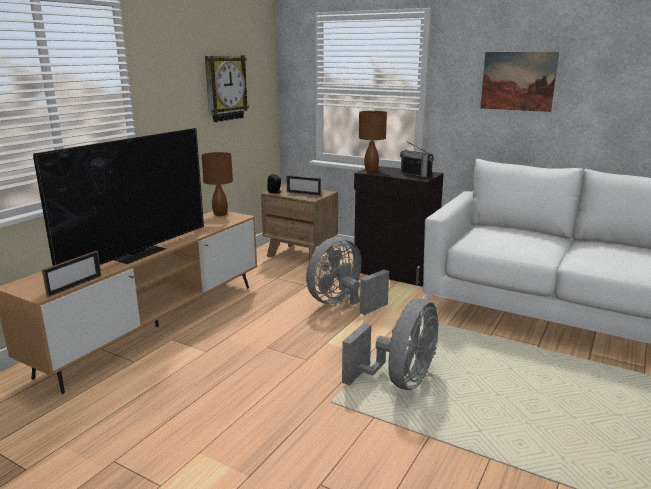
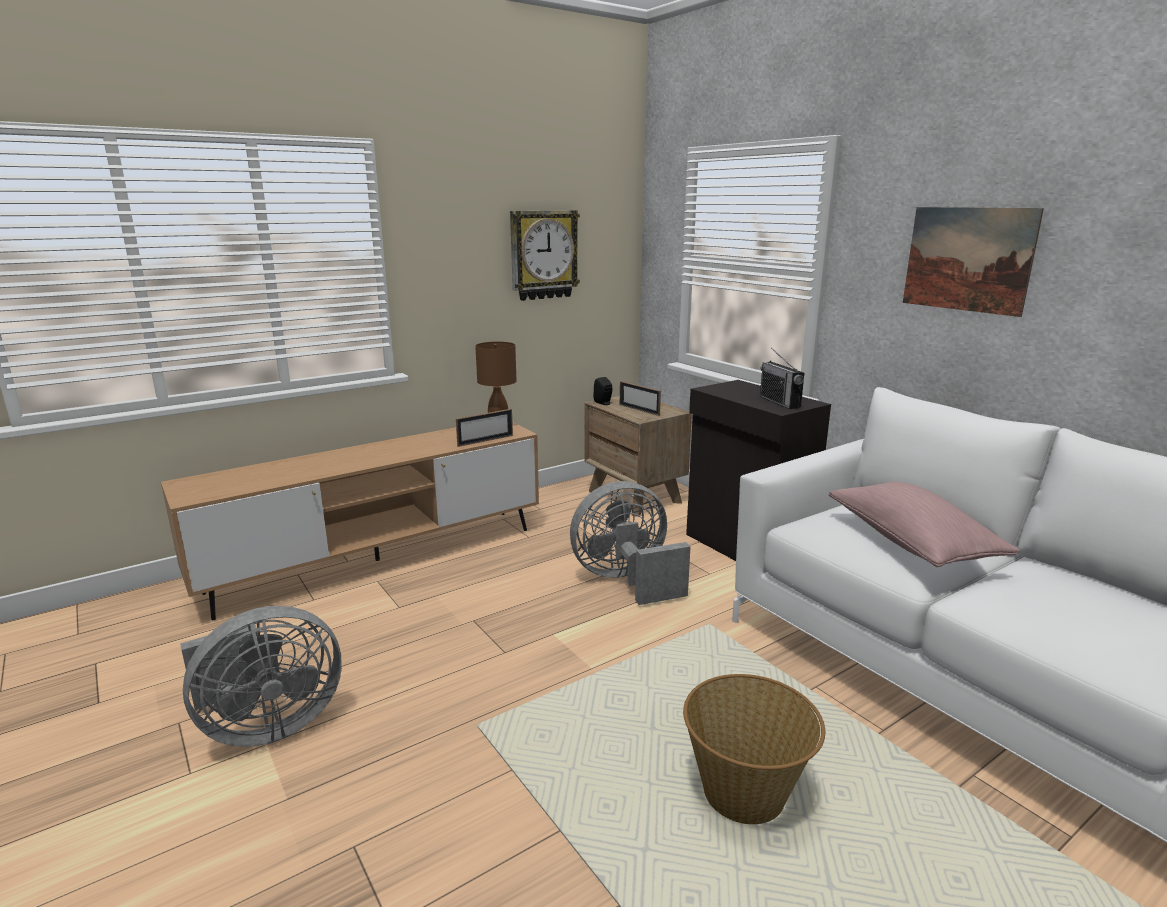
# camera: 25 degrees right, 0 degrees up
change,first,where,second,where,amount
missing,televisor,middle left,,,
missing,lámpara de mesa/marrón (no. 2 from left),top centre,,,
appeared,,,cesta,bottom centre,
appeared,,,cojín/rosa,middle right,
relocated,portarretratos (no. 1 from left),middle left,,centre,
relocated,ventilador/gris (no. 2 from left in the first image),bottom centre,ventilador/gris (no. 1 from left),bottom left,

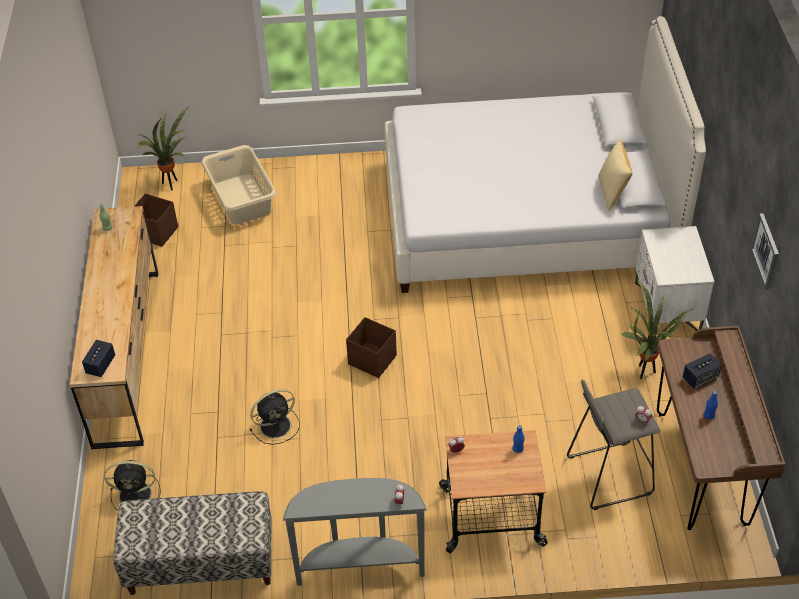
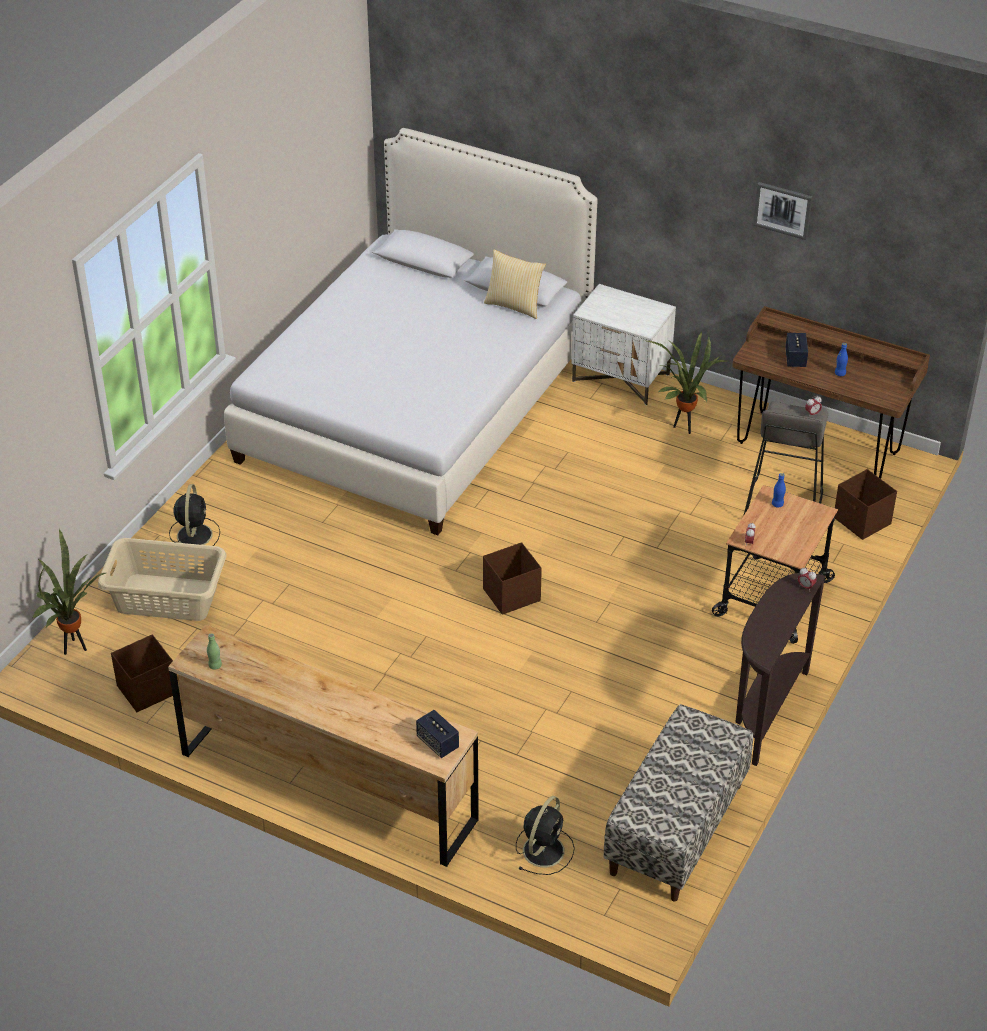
# camera: 60 degrees left, 5 degrees down
change,first,where,second,where,amount
appeared,,,caja de almacenaje/marrón (no. 3 from left),middle right,
relocated,ventilador/negro (no. 2 from left in the first image),bottom centre,ventilador/negro (no. 1 from left),middle left,
colour,mesa consola/gris,bottom centre,mesa consola/marrón,middle right,

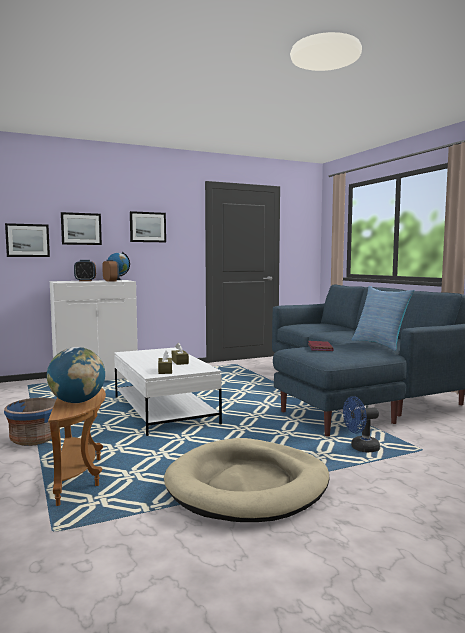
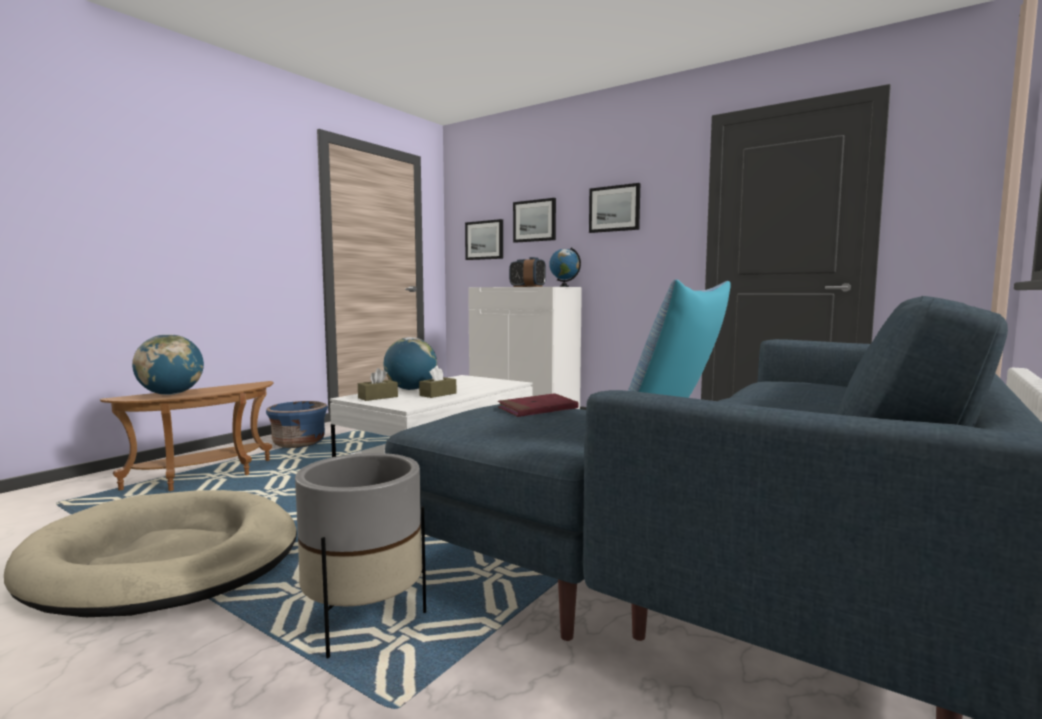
# camera: 60 degrees right, 0 degrees up
change,first,where,second,where,amount
appeared,,,globo terráqueo (no. 2 from left),centre,
exchanged,ventilador/azul,bottom right,maceta/gris,bottom centre,

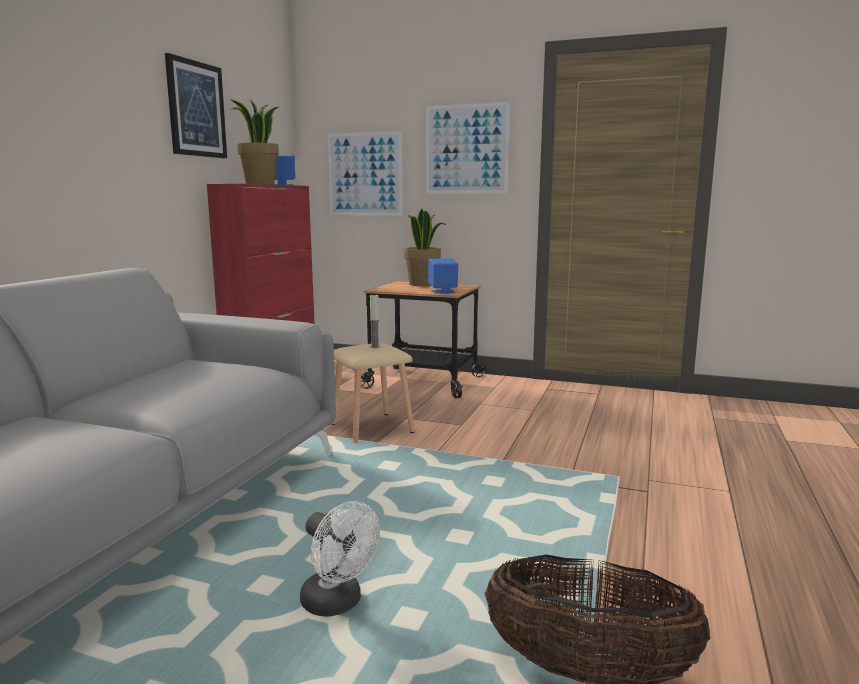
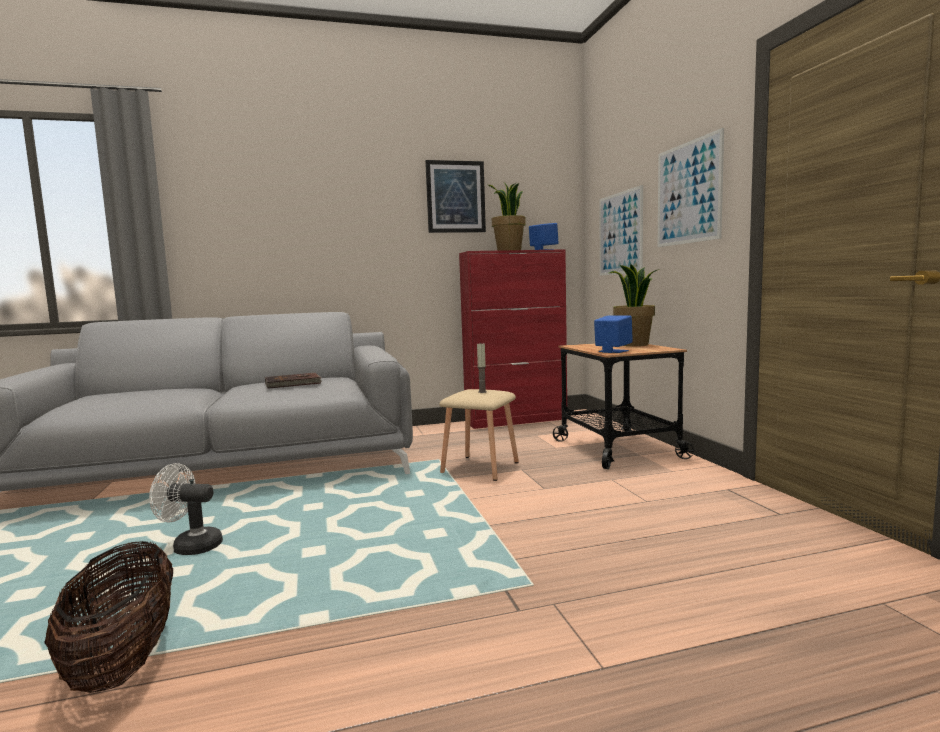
# camera: 55 degrees right, 5 degrees down
change,first,where,second,where,amount
appeared,,,libro/marrón,middle left,
spun,ventilador/blanco,bottom centre,,bottom left,90 degrees clockwise

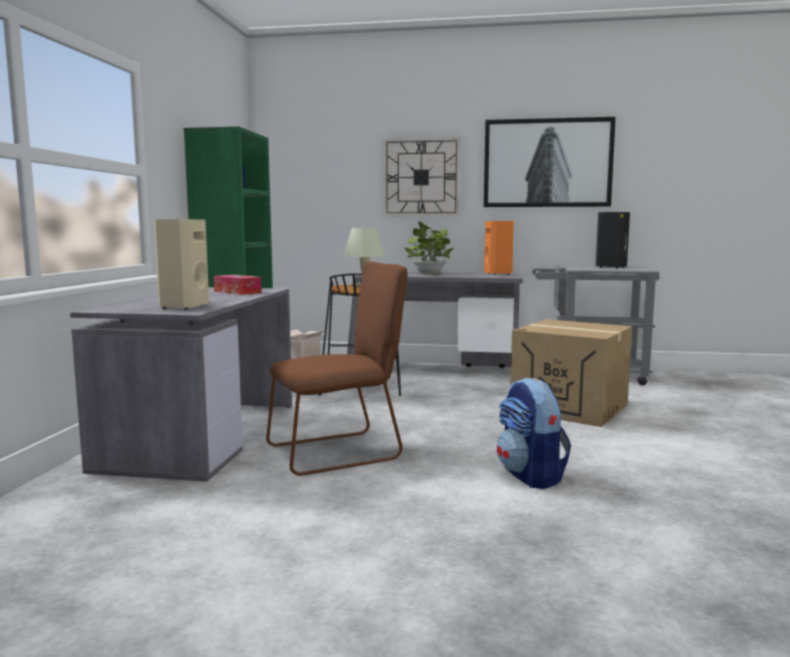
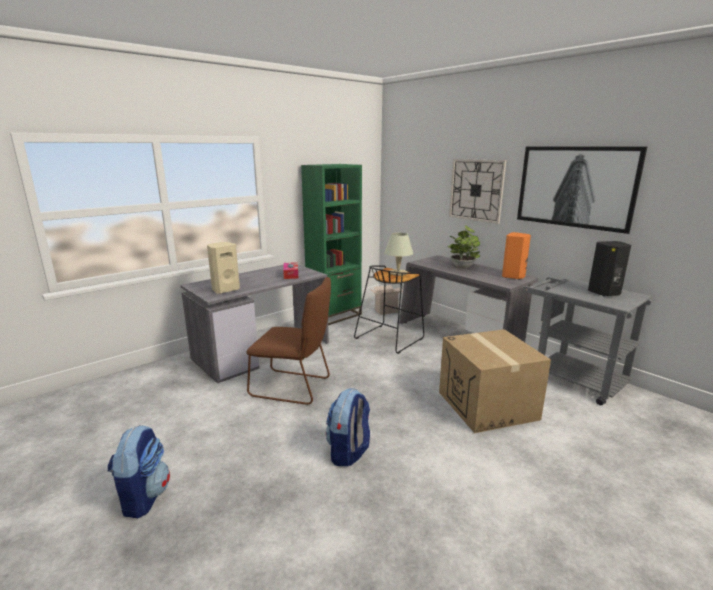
# camera: 40 degrees right, 10 degrees up
change,first,where,second,where,amount
appeared,,,mochila (no. 1 from left),bottom left,

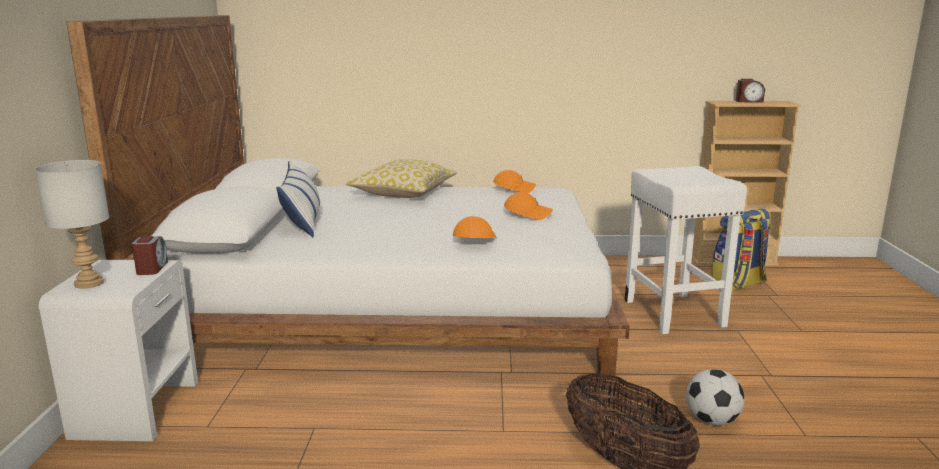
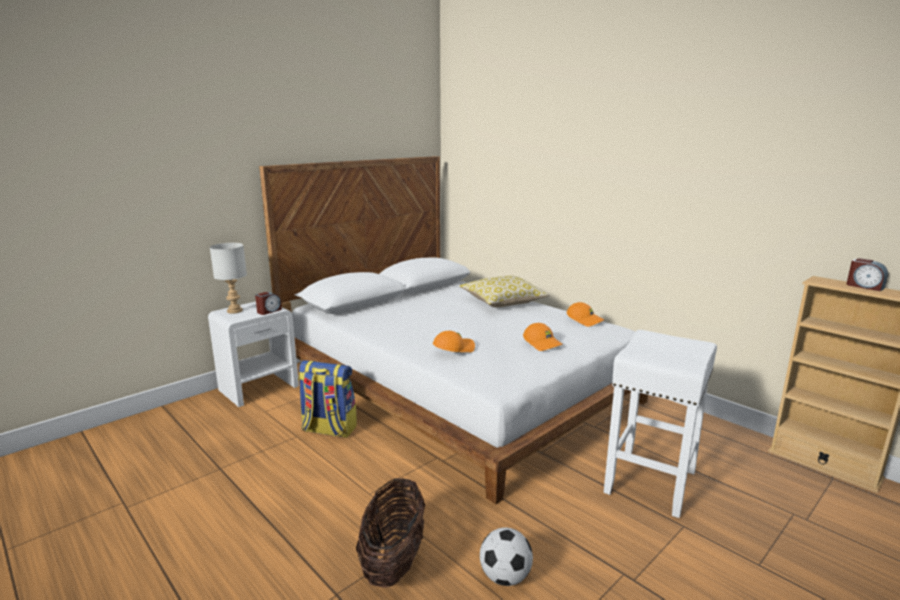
# camera: 45 degrees right, 0 degrees up
change,first,where,second,where,amount
missing,cojín (no. 1 from left),middle left,,,
relocated,mochila,middle right,,centre,

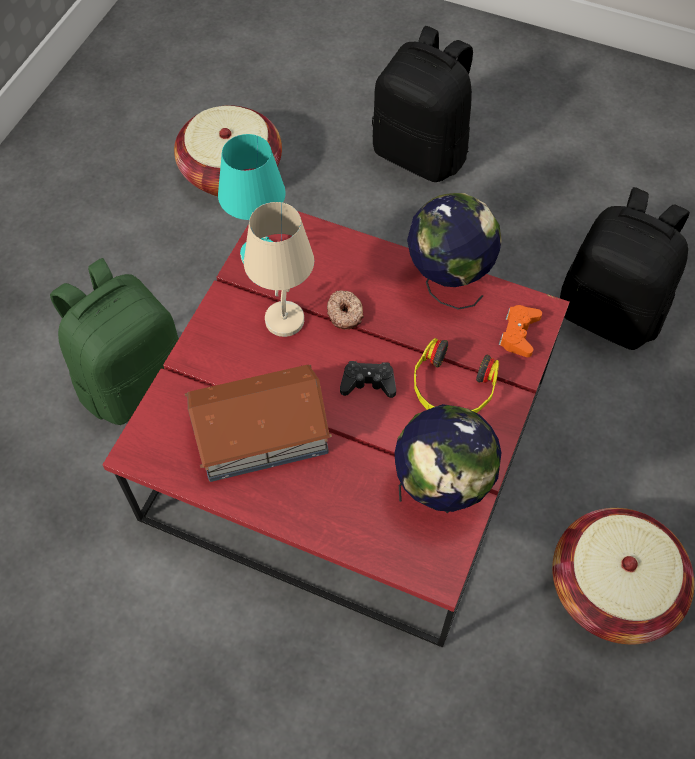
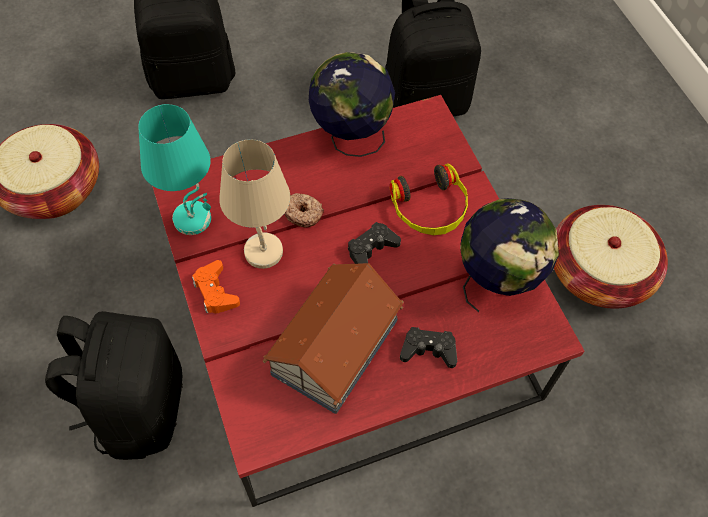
# camera: 45 degrees left, 0 degrees up
change,first,where,second,where,amount
appeared,,,mando de consola/negro (no. 2 from left),bottom centre,
relocated,mando de consola/naranja,middle right,,middle left,
colour,mochila/verde,middle left,mochila/negro (no. 1 from left),bottom left,

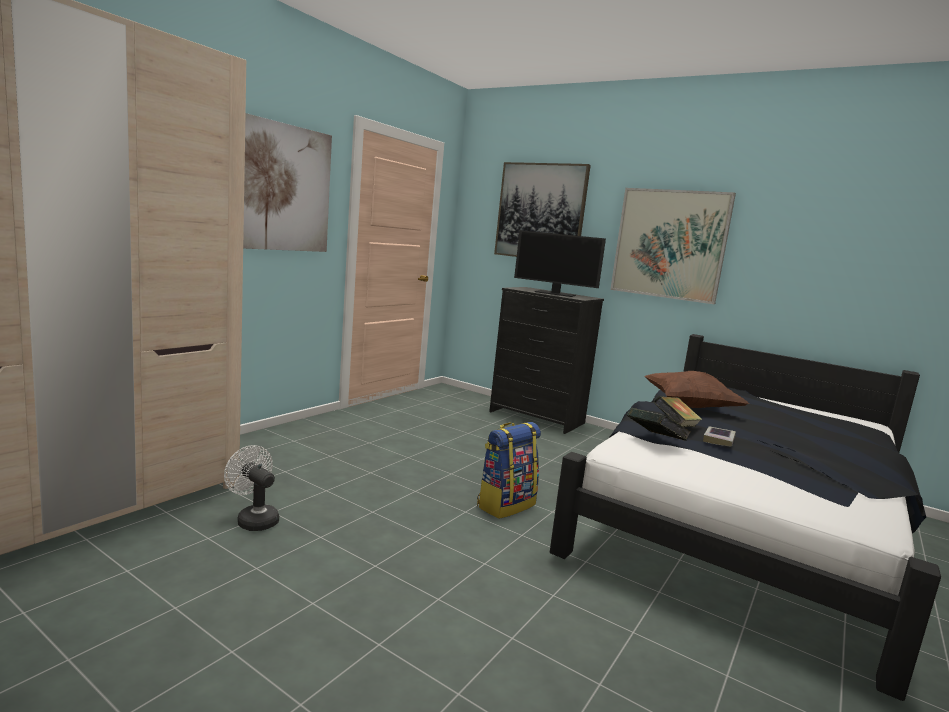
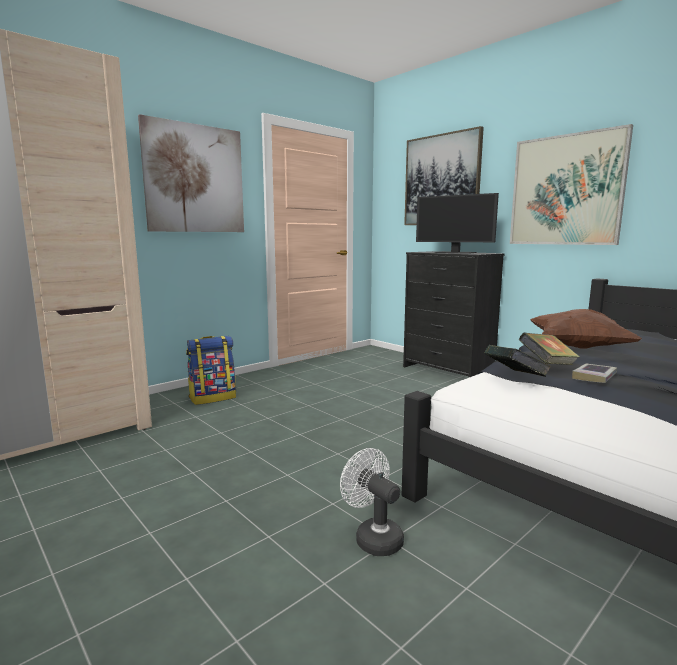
# camera: 15 degrees right, 0 degrees up
change,first,where,second,where,amount
relocated,ventilador/blanco,bottom left,,bottom centre,
relocated,mochila,centre,,middle left,

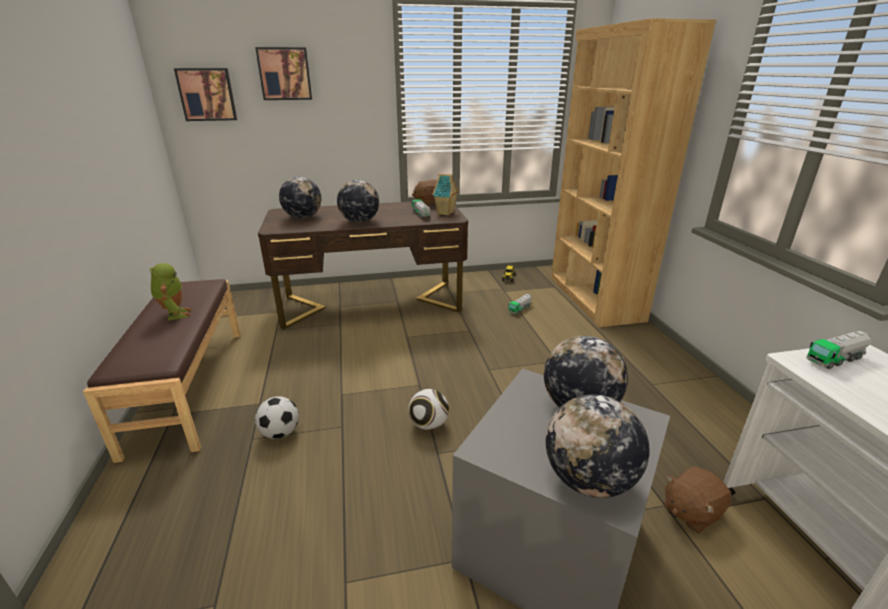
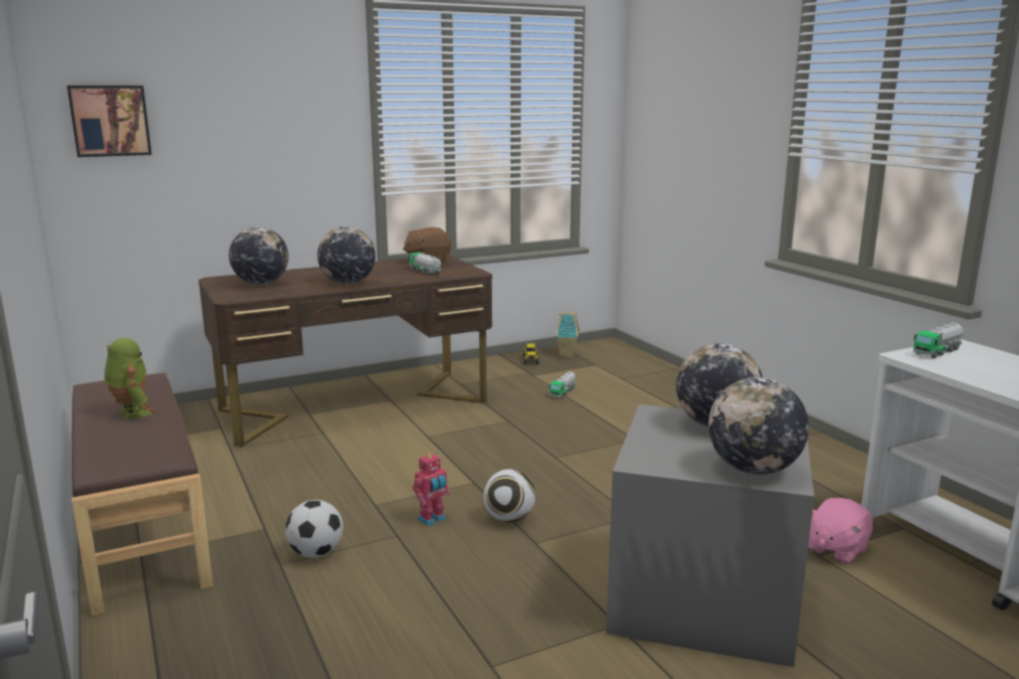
# camera: 15 degrees left, 10 degrees down
change,first,where,second,where,amount
missing,cuadro (no. 2 from left),top left,,,
missing,estantería/marrón,top right,,,
appeared,,,robot de juguete (no. 2 from left),bottom centre,
relocated,casita,top centre,,centre,
colour,peluche/marrón (no. 2 from left),bottom right,peluche/rosa,bottom right,

